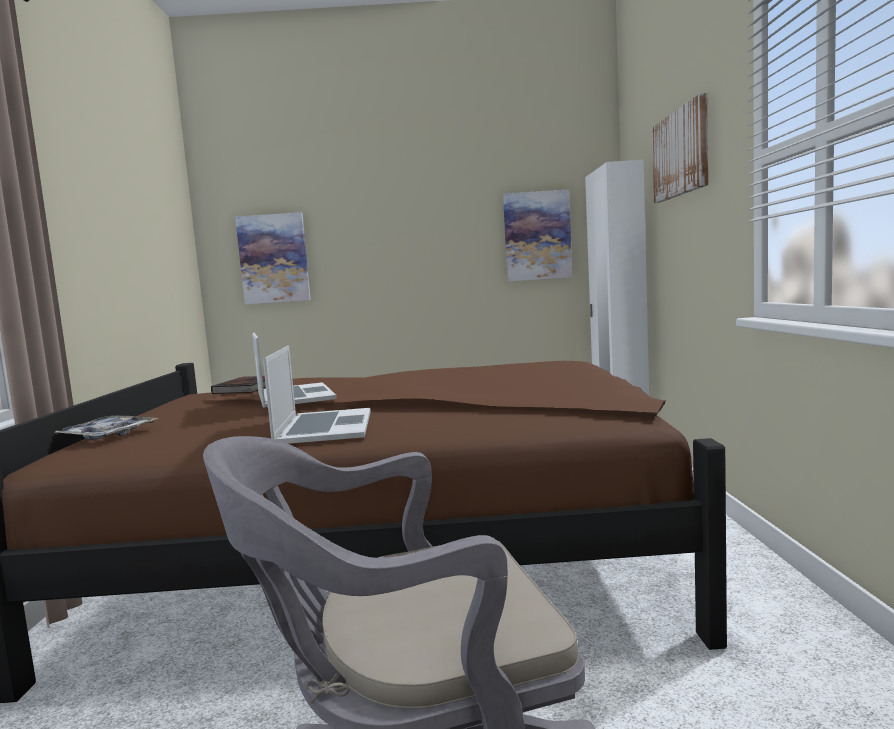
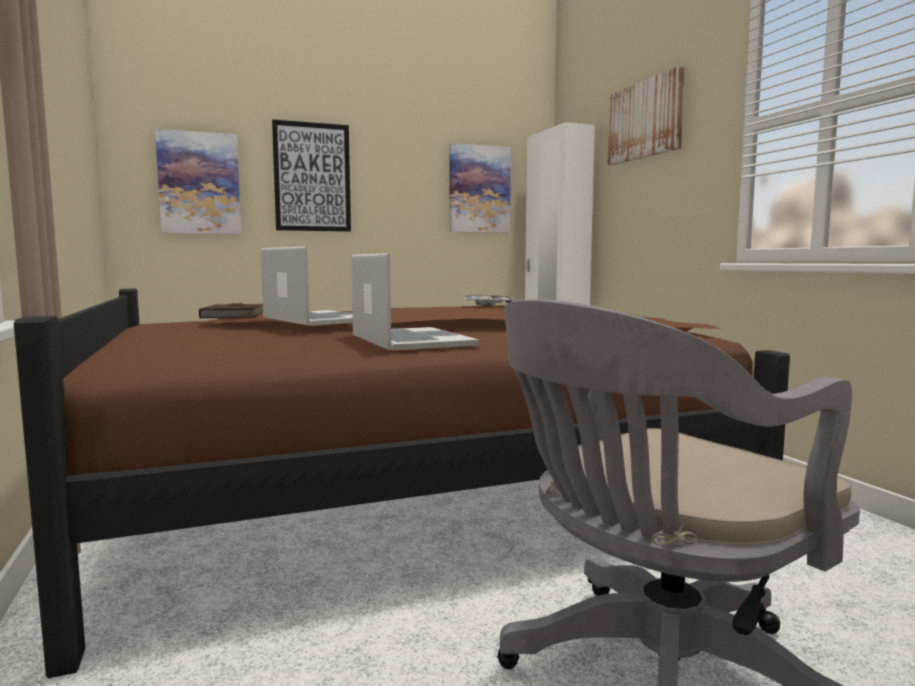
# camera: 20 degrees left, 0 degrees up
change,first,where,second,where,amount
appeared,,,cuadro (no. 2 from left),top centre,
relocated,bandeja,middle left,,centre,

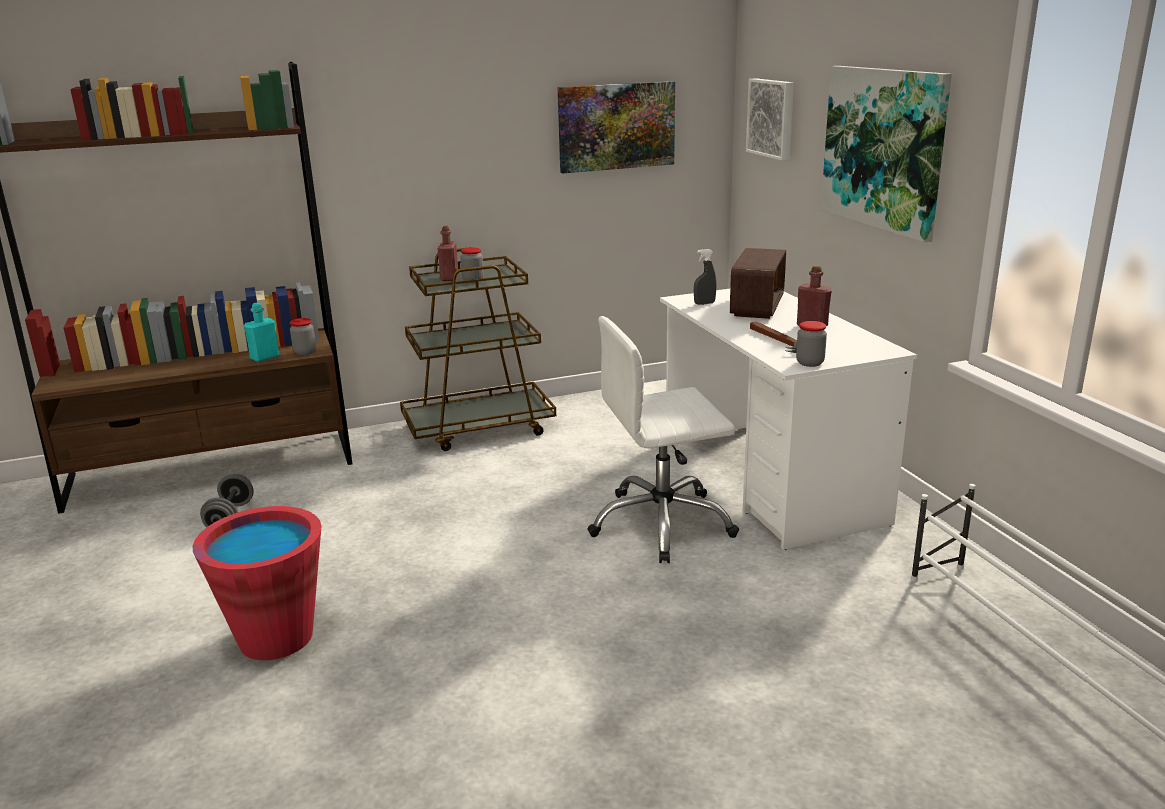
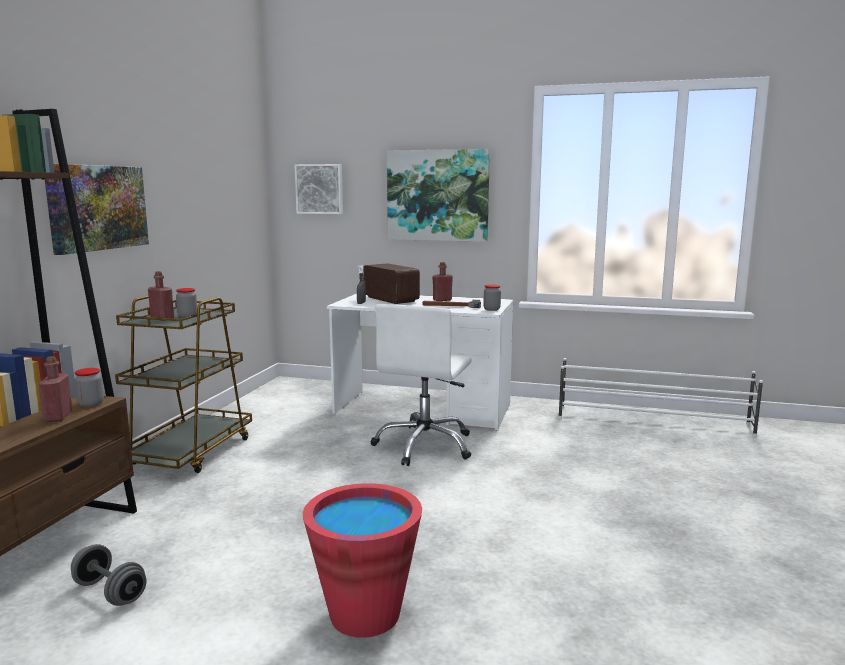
# camera: 55 degrees left, 10 degrees down
change,first,where,second,where,amount
relocated,cuadro (no. 1 from left),top centre,,top left,
colour,botella/turquesa,middle left,botella/rojo (no. 1 from left),middle left,

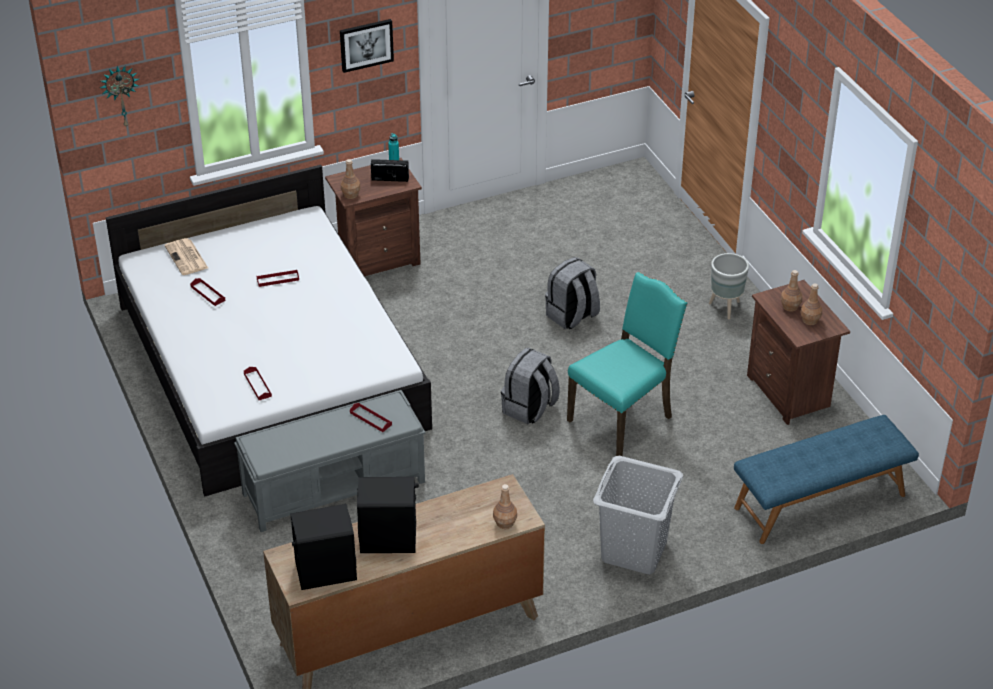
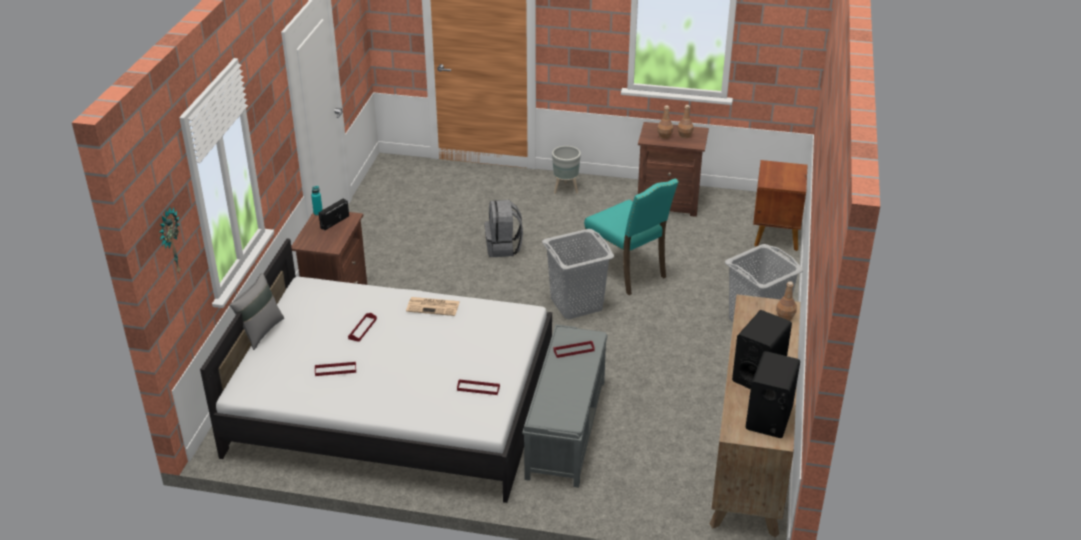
# camera: 55 degrees left, 5 degrees down
change,first,where,second,where,amount
missing,cuadro,top centre,,,
missing,botella/marrón (no. 1 from left),top centre,,,
appeared,,,cojín/gris,middle left,
relocated,periódico,middle left,,centre,
exchanged,mochila/gris (no. 1 from left),centre,cesto de la ropa/gris (no. 1 from left),centre,
exchanged,banco/azul,bottom right,mesita de noche/marrón (no. 3 from left),middle right,
spun,silla/turquesa,centre,,centre,150 degrees clockwise

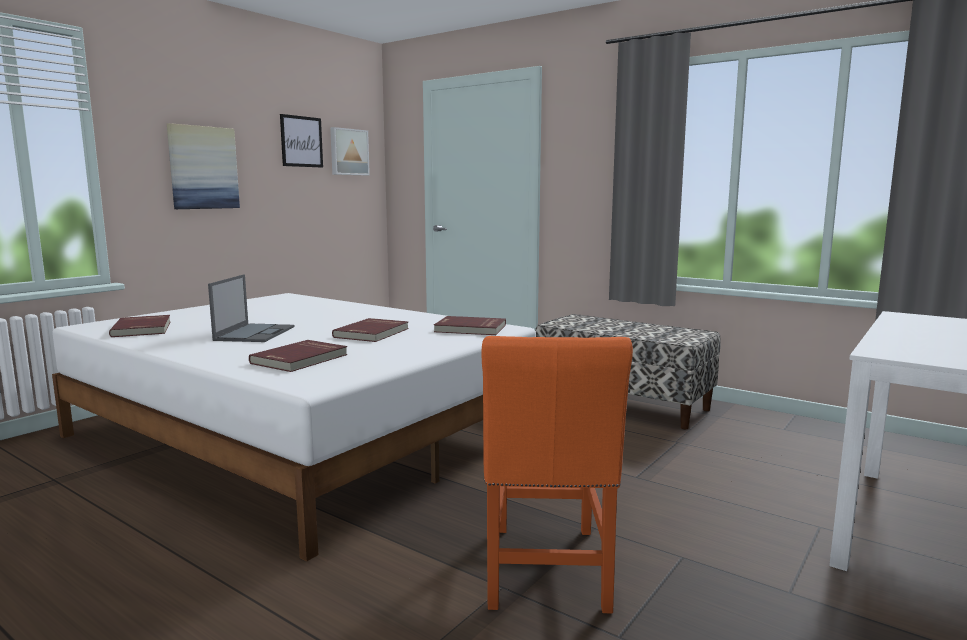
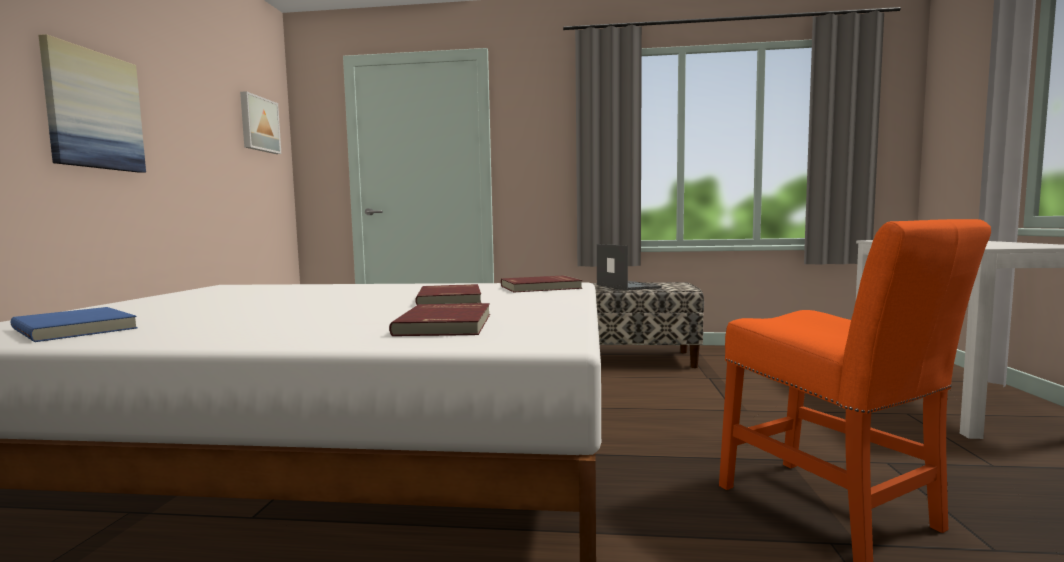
# camera: 30 degrees left, 5 degrees down
change,first,where,second,where,amount
missing,cuadro (no. 2 from left),top left,,,
relocated,portátil,middle left,,centre,
colour,libro/rojo (no. 1 from left),middle left,libro/azul,middle left,

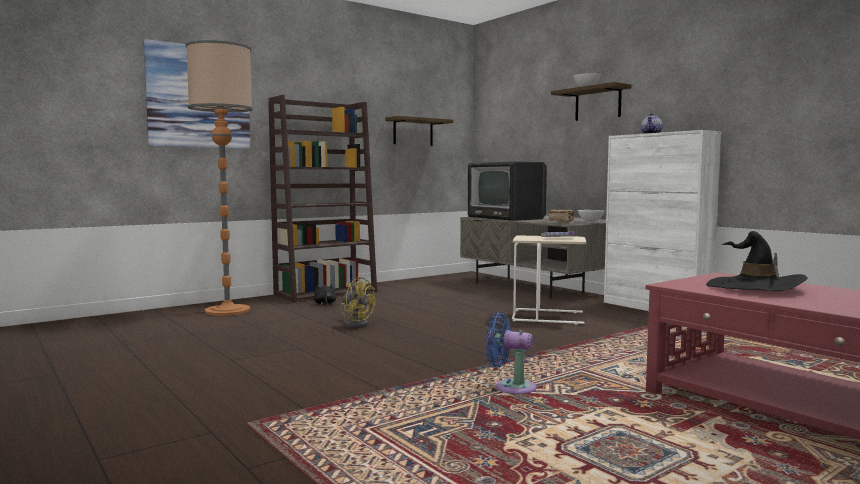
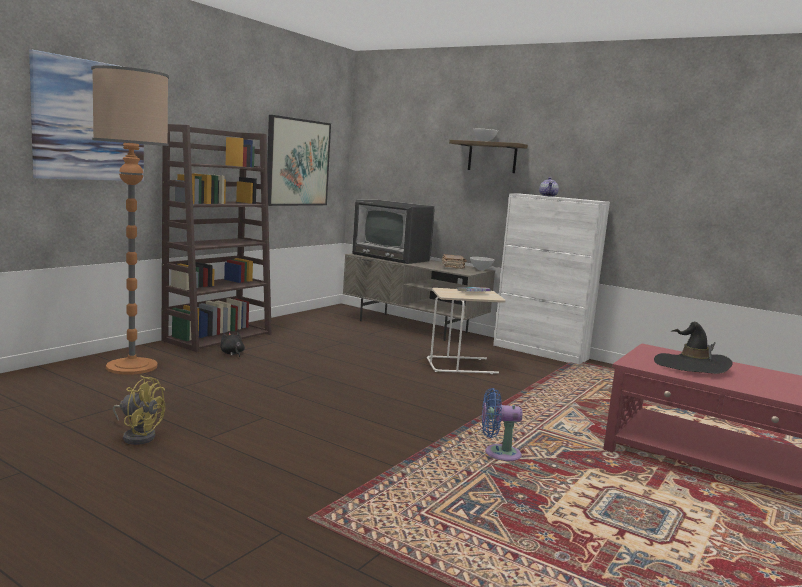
# camera: 20 degrees left, 5 degrees up
change,first,where,second,where,amount
relocated,ventilador/amarillo,centre,,bottom left,
exchanged,estante (no. 1 from left),top centre,cuadro (no. 2 from left),top centre,

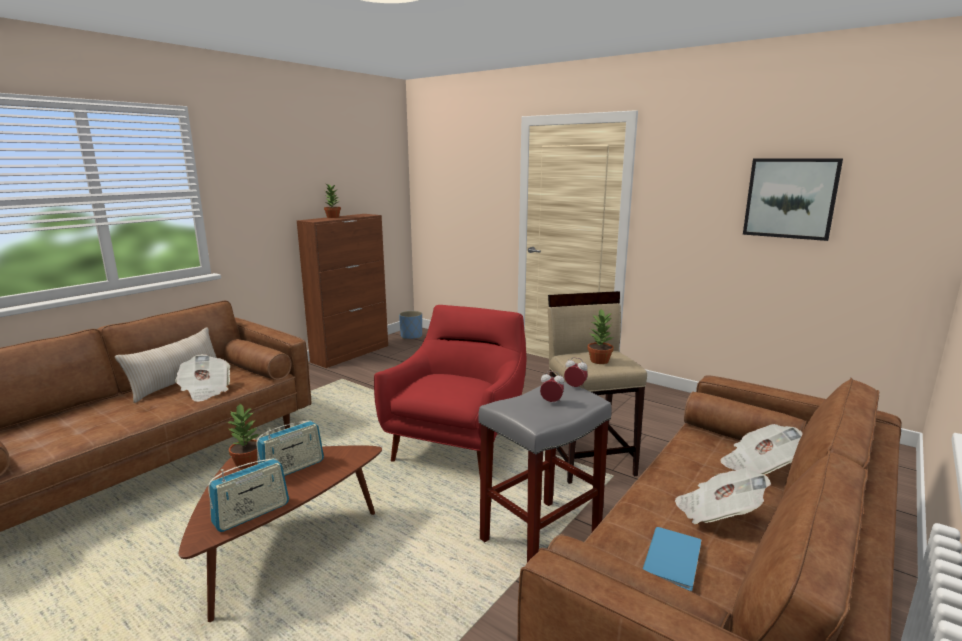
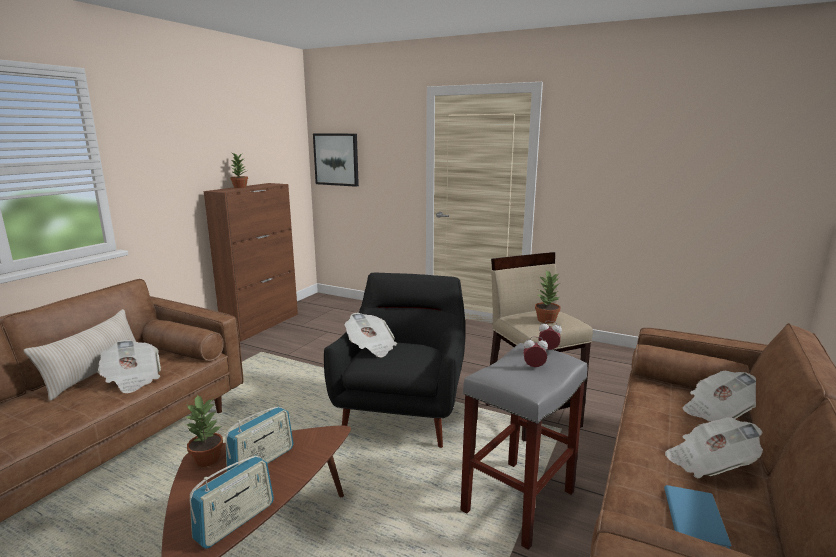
# camera: 10 degrees left, 0 degrees up
change,first,where,second,where,amount
missing,maceta/azul,centre,,,
appeared,,,periódico (no. 2 from left),centre,
relocated,cuadro,top right,,top centre,
colour,sillón/rojo,centre,sillón/negro,centre,

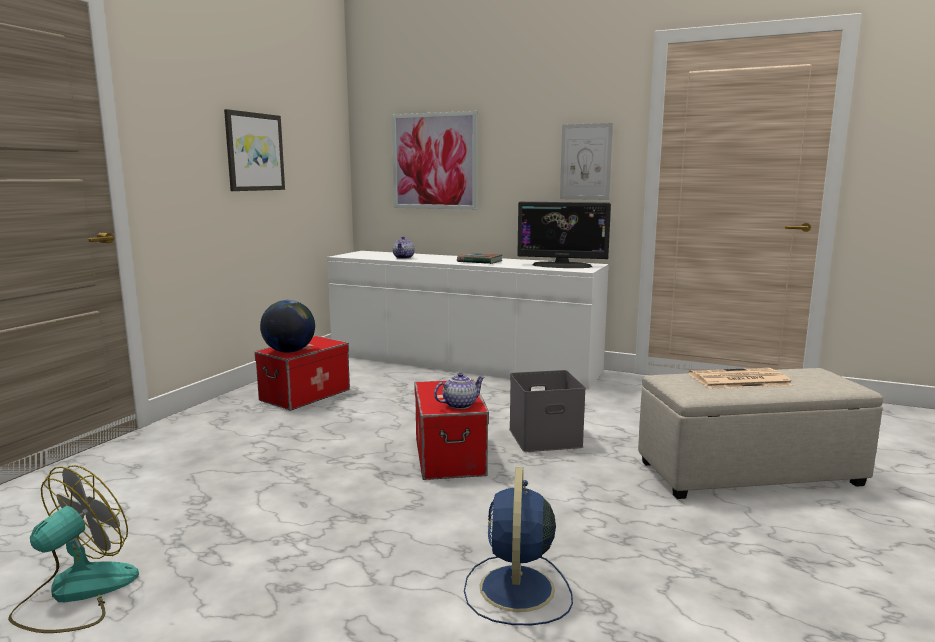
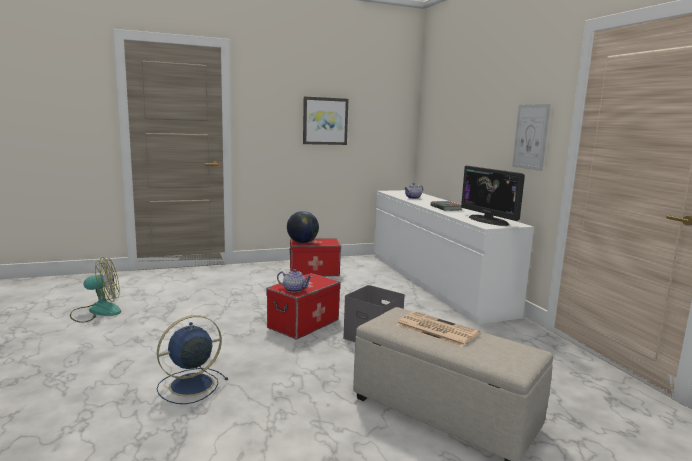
# camera: 45 degrees right, 0 degrees up
change,first,where,second,where,amount
missing,cuadro (no. 2 from left),top centre,,,

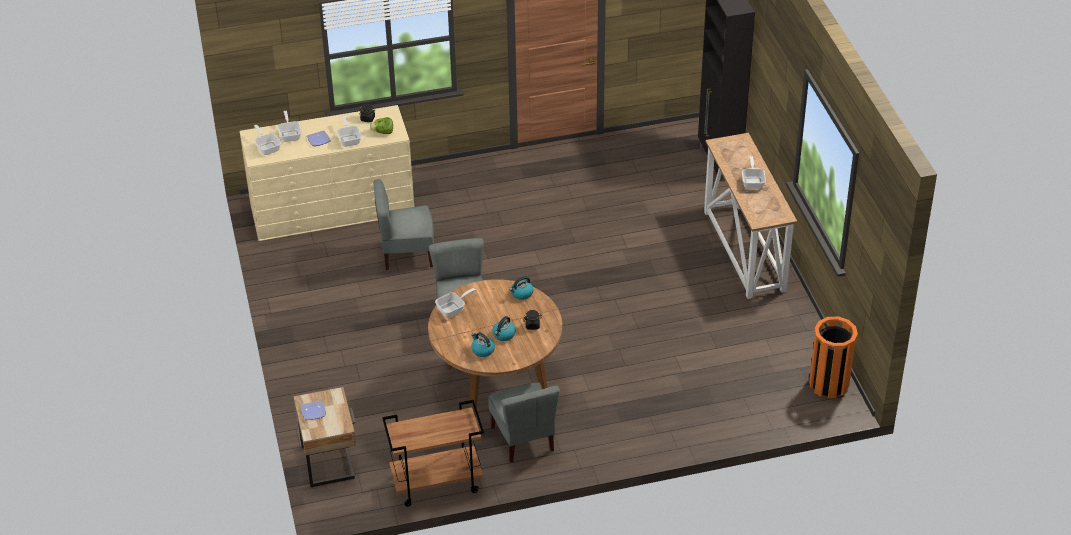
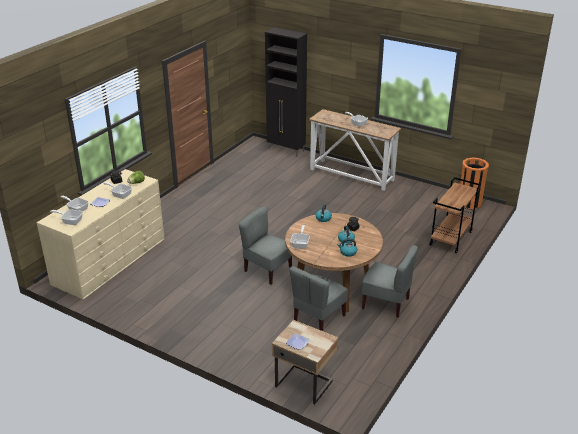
# camera: 45 degrees left, 10 degrees down
change,first,where,second,where,amount
relocated,silla/gris (no. 1 from left in the first image),centre,silla/gris (no. 2 from left),bottom centre,
relocated,carrito/marrón,bottom centre,,middle right,

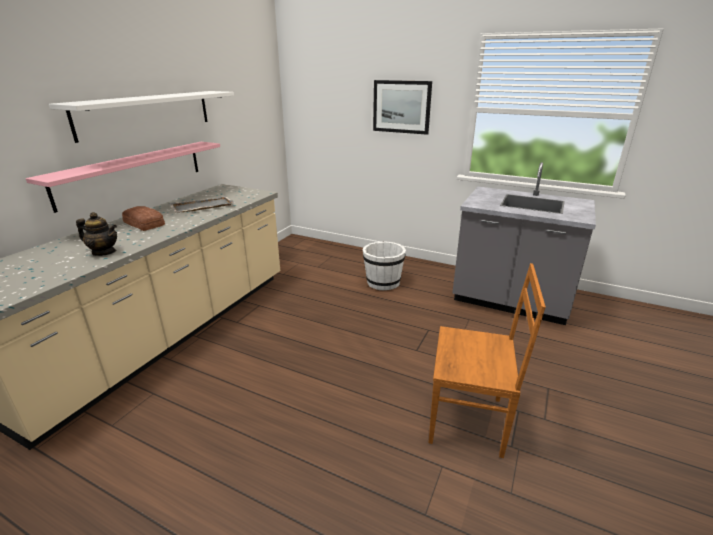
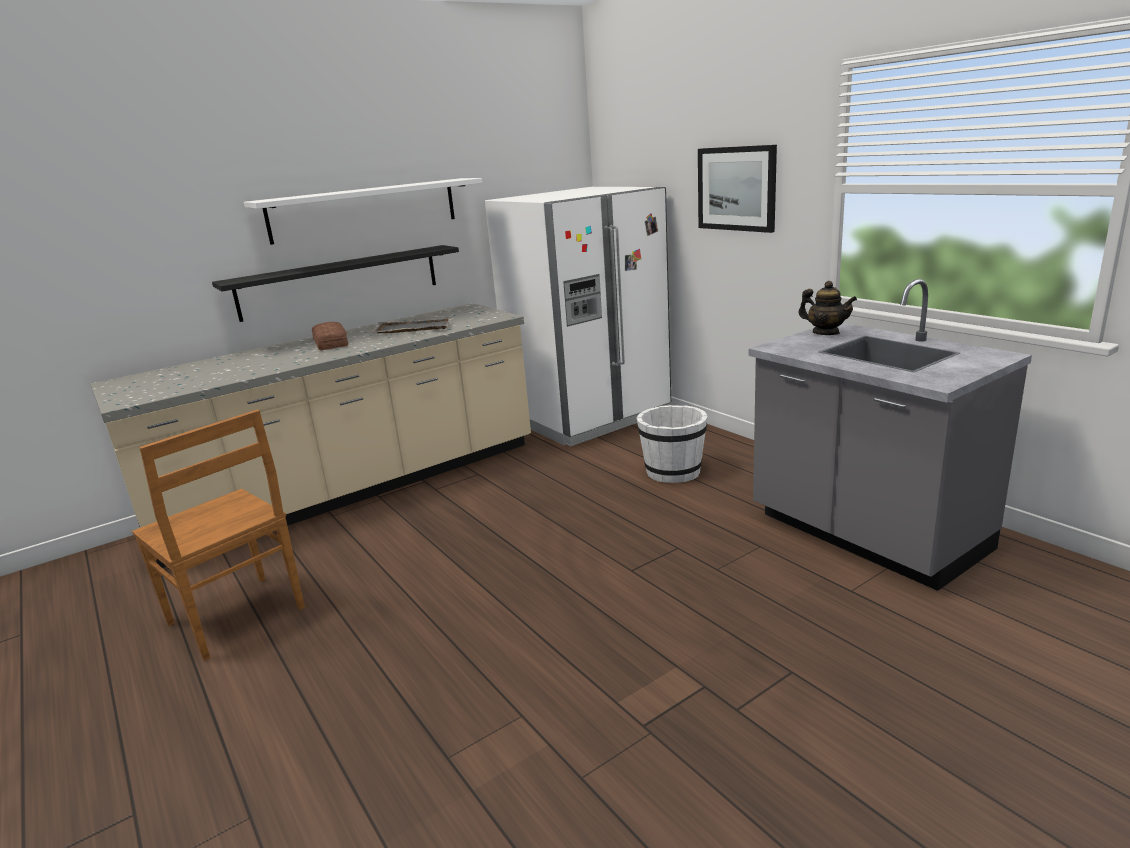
# camera: 30 degrees right, 5 degrees down
change,first,where,second,where,amount
appeared,,,nevera/blanco,centre,
relocated,tetera,middle left,,middle right,
relocated,silla/marrón,bottom right,,middle left,
colour,estante/rosa,top left,estante/negro,middle left,

